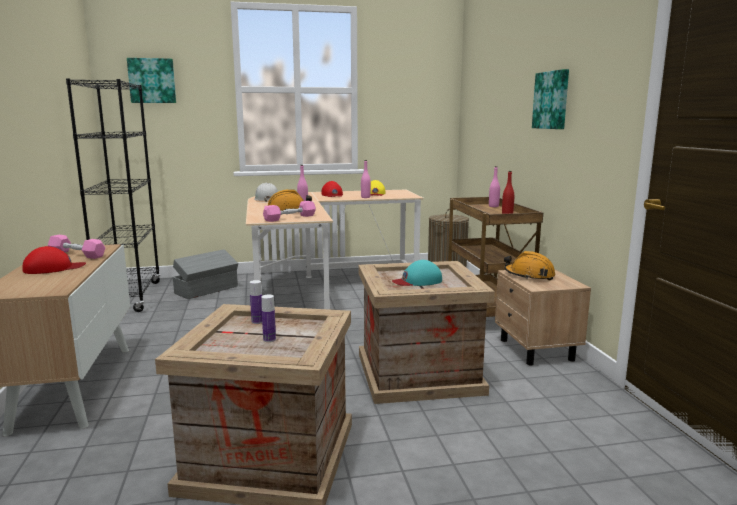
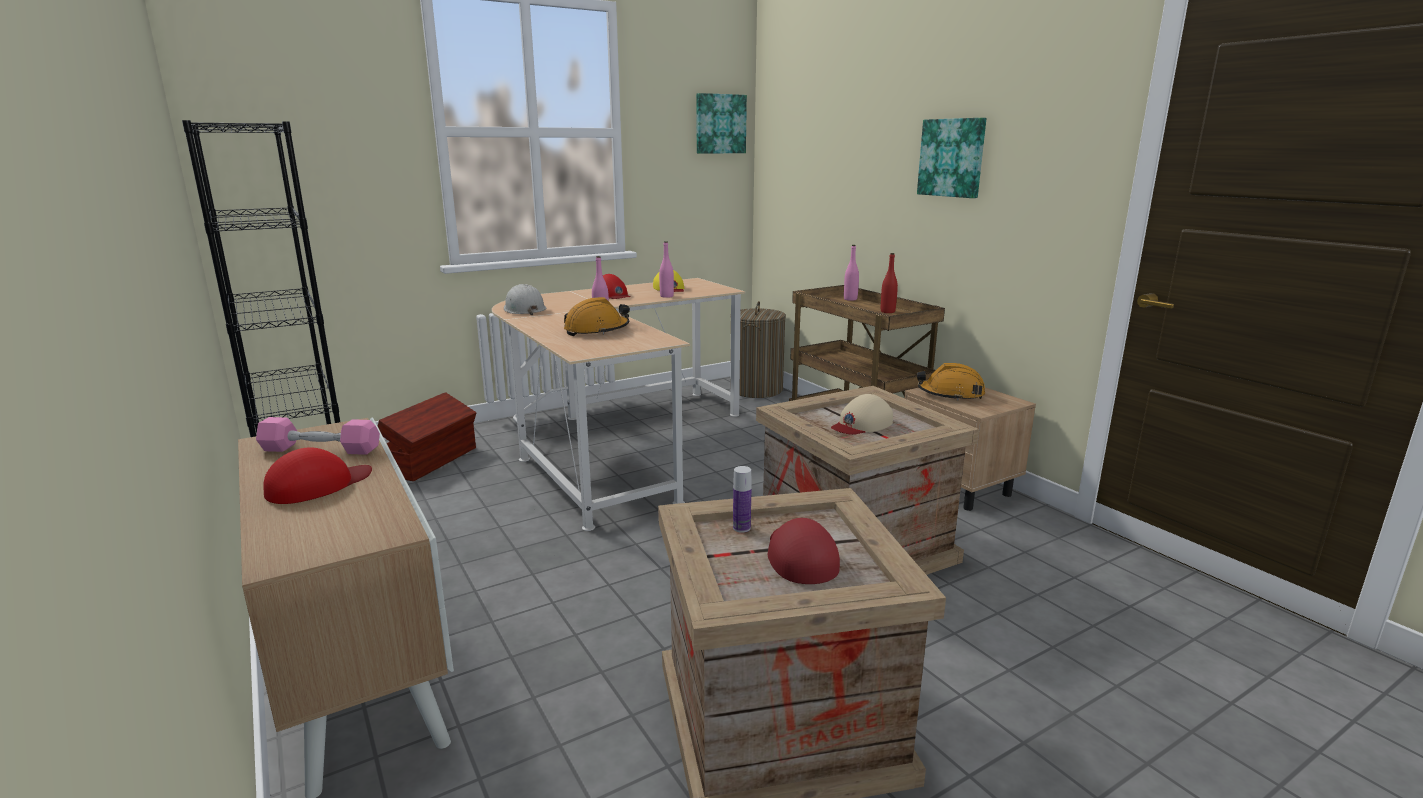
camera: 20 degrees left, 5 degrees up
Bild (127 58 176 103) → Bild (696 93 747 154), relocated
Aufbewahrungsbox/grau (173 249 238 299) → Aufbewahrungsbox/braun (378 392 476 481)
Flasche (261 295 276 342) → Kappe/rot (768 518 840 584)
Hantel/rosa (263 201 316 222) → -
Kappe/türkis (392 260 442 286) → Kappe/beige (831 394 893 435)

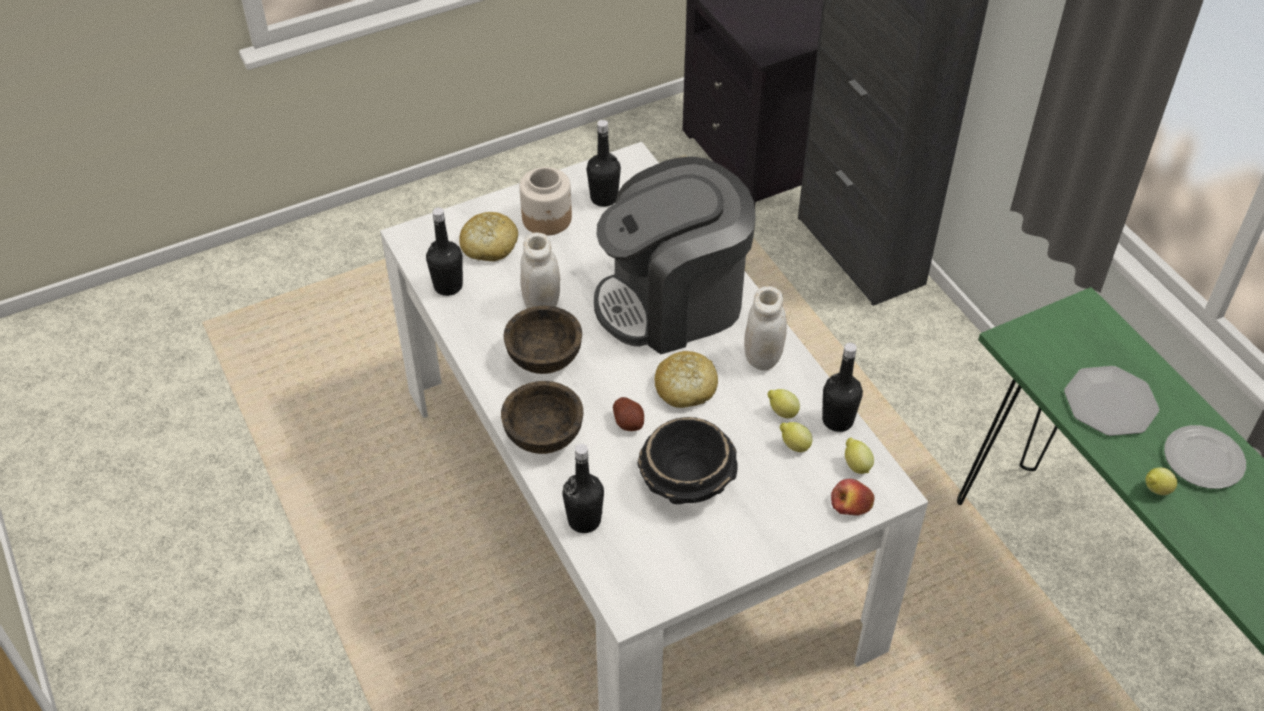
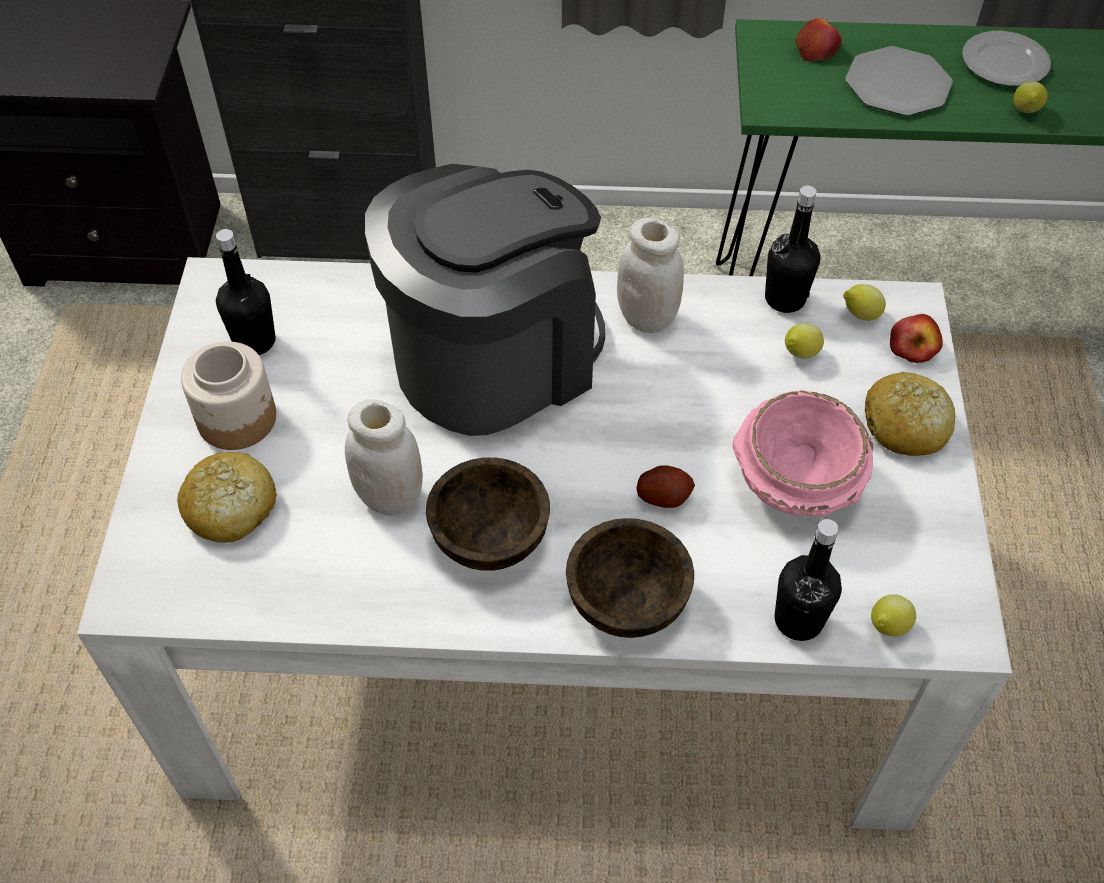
camera: 60 degrees left, 5 degrees up
Flasche/schwarz (426 207 463 296) → -
Kaffeemaschine (594 156 756 354) → Kaffeemaschine (365 164 605 436), 135 degrees counterclockwise
Schüssel/schwarz (638 417 738 504) → Schüssel/rosa (732 390 873 517)
Brot (655 351 718 408) → Brot (865 372 955 456), relocated
Zitrone (767 389 800 418) → Zitrone (871 595 916 636), relocated
- → Apfel (795 18 842 62)

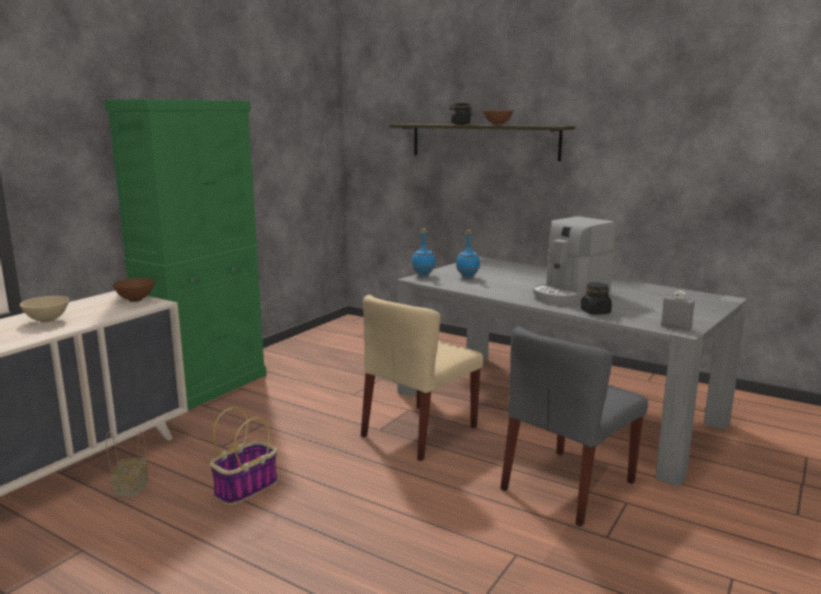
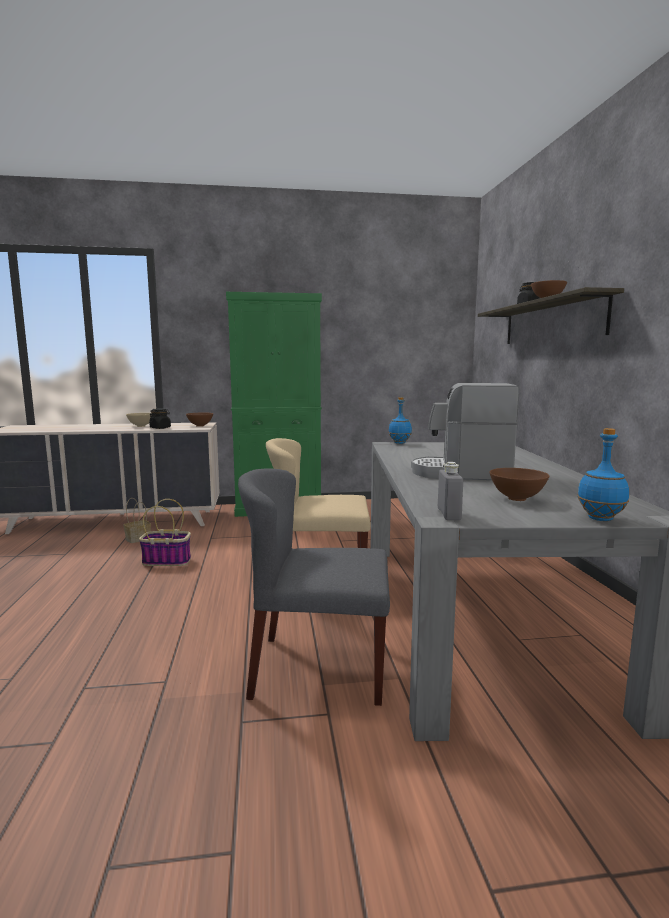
camera: 50 degrees right, 5 degrees down
Flasche/blau (456 230 480 278) → Flasche/blau (577 428 629 521), relocated
Vorratsglas/schwarz (581 282 612 315) → Vorratsglas/schwarz (149 408 171 429), relocated
- → Schüssel/braun (490 468 549 501)

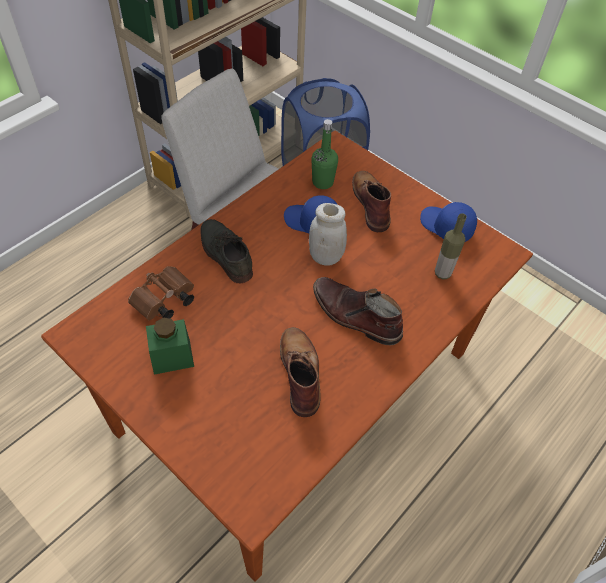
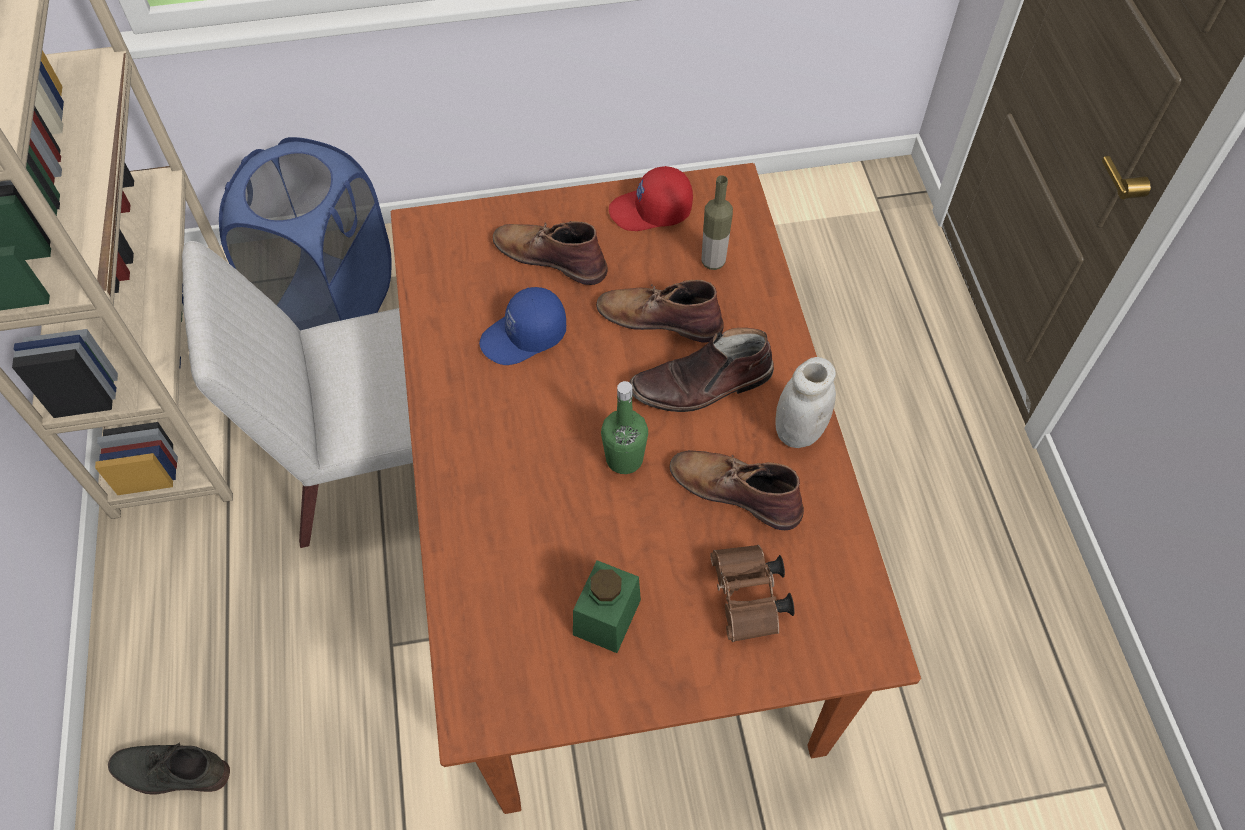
camera: 50 degrees left, 5 degrees up
Fernglas/braun (128 266 194 320) → Fernglas/braun (710 545 794 642), relocated
Schuh/grau (200 219 253 283) → Schuh/grau (108 742 230 795), relocated
Vorratsglas/weiß (309 203 347 266) → Vorratsglas/weiß (775 357 836 448), relocated
Flasche/grün (311 119 338 189) → Flasche/grün (601 381 648 474), relocated
Kappe/blau (420 202 477 242) → Kappe/rot (609 166 693 231)
- → Stiefel/braun (596 280 724 343)

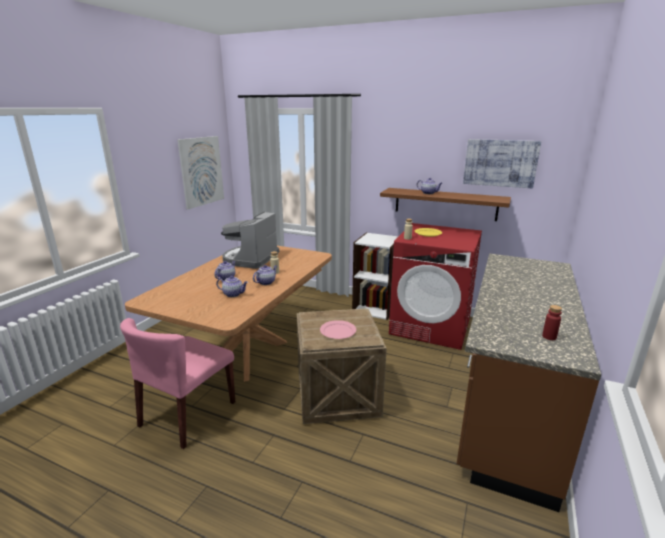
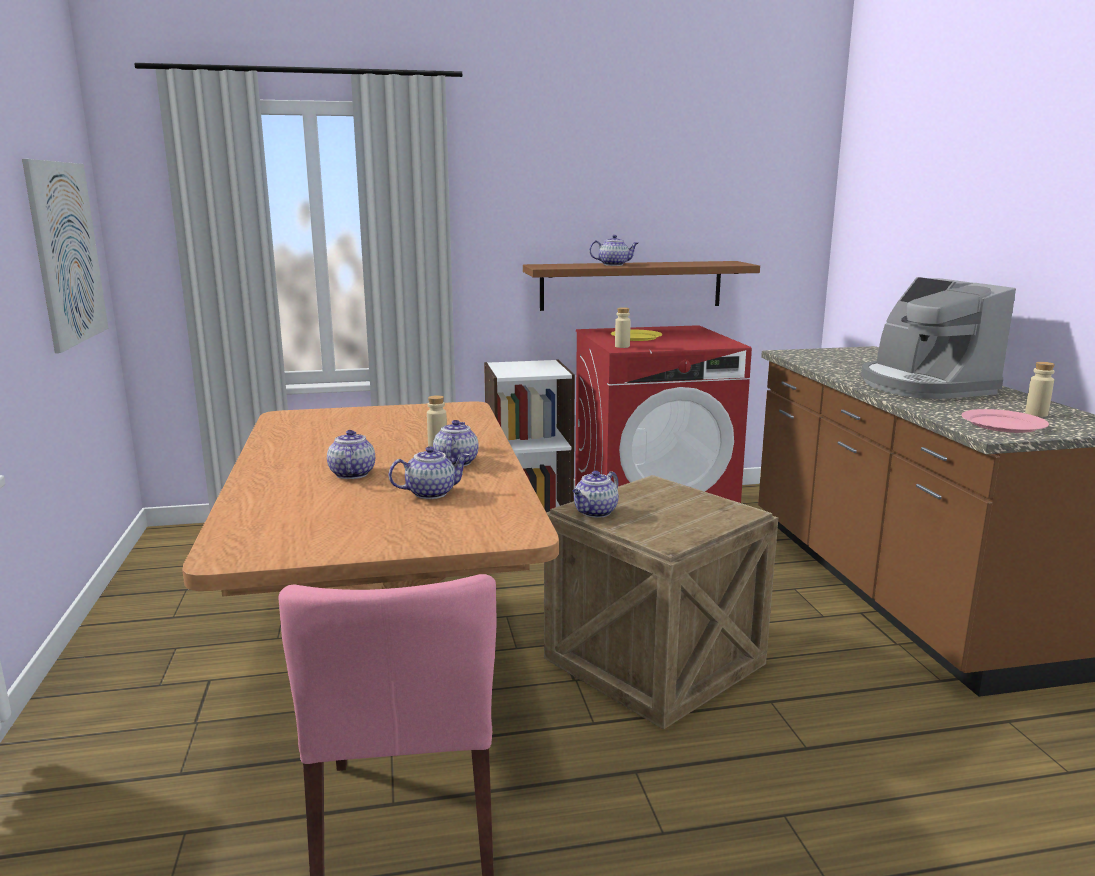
camera: 35 degrees left, 5 degrees down
Kaffeemaschine (221 212 279 269) → Kaffeemaschine (861 277 1016 399), relocated
Teller/rosa (320 320 356 339) → Teller/rosa (962 409 1049 433), relocated
Bild (463 139 541 189) → -
Flasche/rot (542 305 562 340) → Flasche/beige (1025 362 1055 417)
- → Teekanne (573 471 619 518)

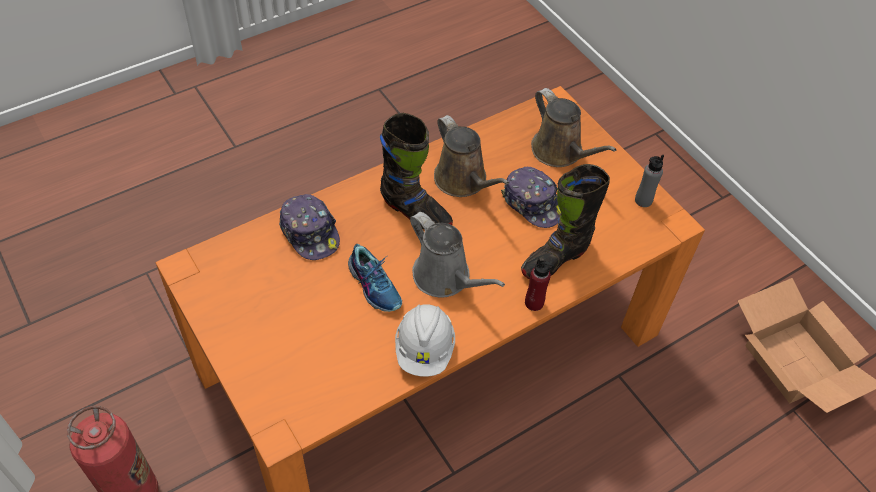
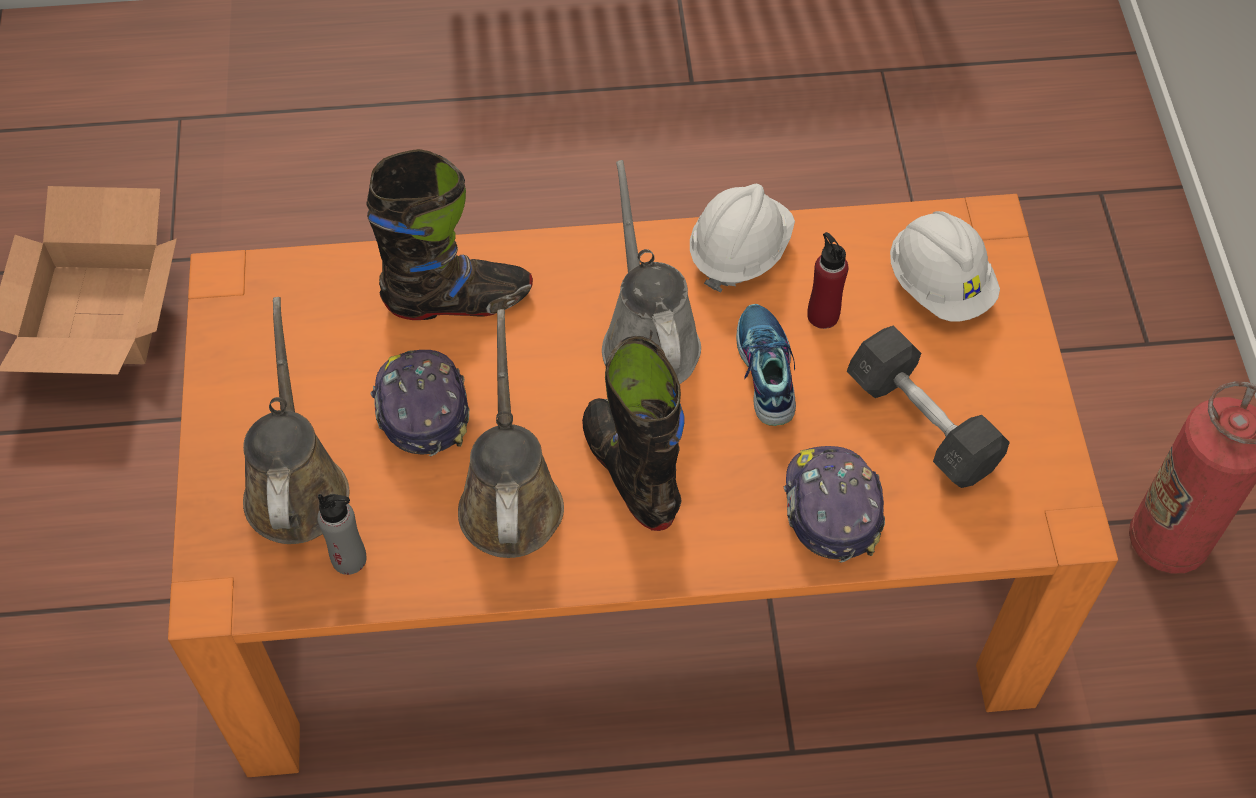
camera: 150 degrees left, 5 degrees up
Flasche/rot (525 258 554 311) → Flasche/rot (807 232 848 329), relocated
Flasche/grau (635 155 664 207) → Flasche/grau (317 494 367 575), relocated
- → Hantel/grau (847 325 1010 488)
- → Schutzhelm/weiß (890 211 1000 322)

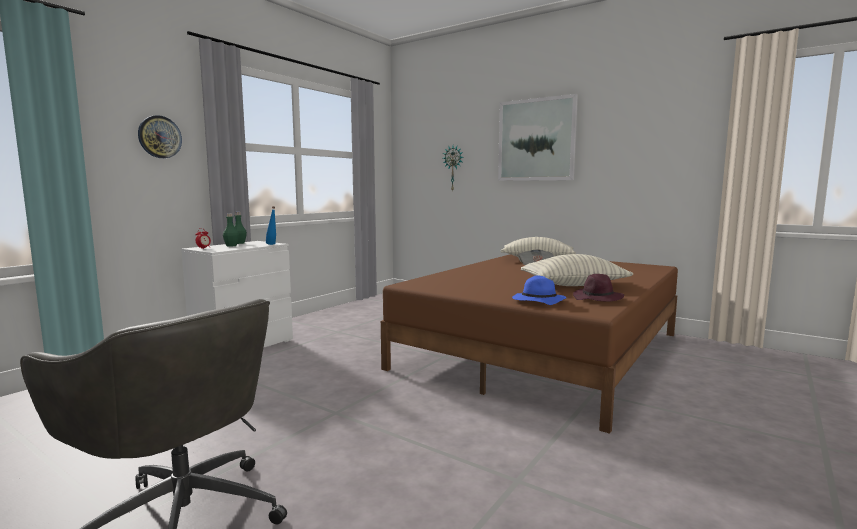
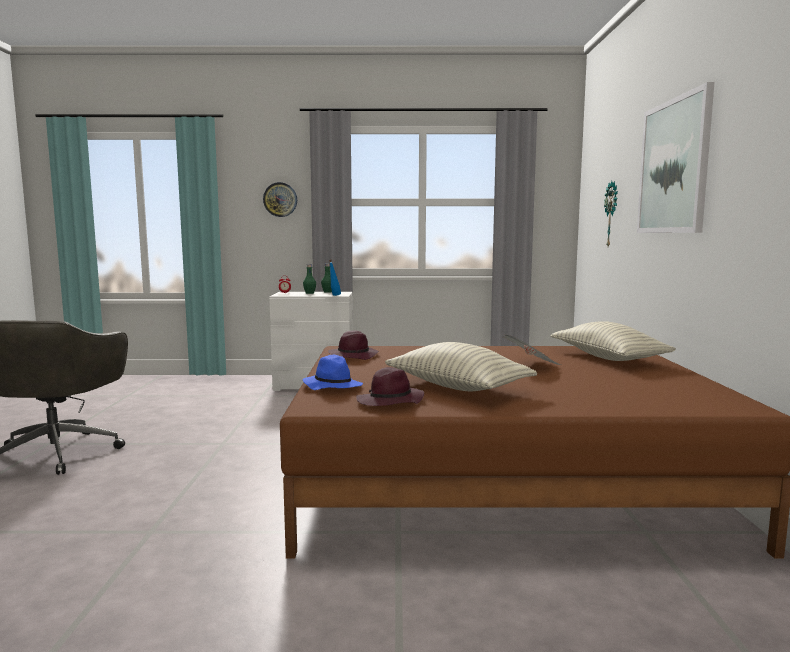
camera: 55 degrees right, 0 degrees up
- → Hut/lila (328 330 379 360)

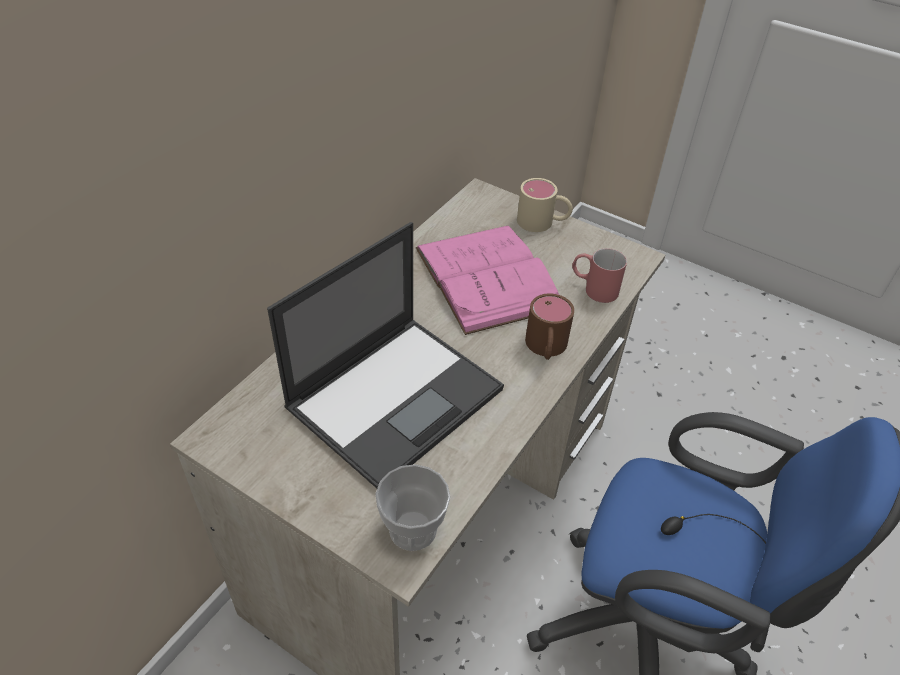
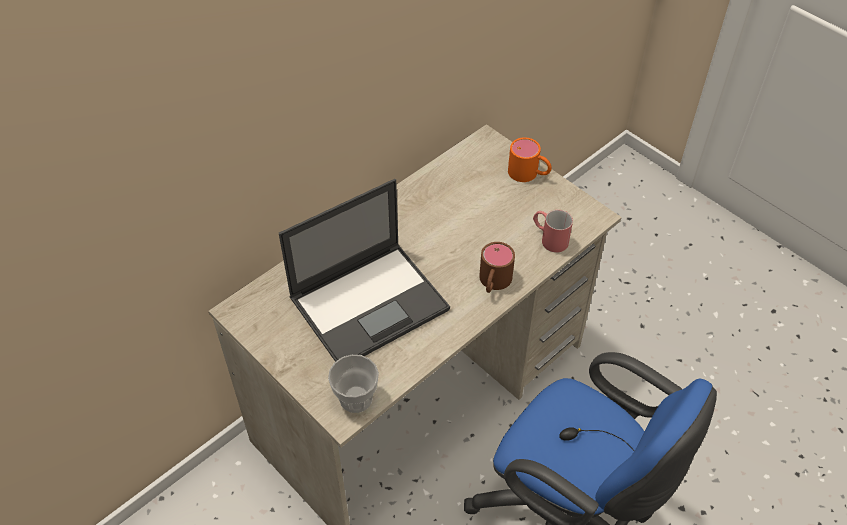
camera: 15 degrees right, 5 degrees up
Buch/rosa (416 226 559 335) → -
Henkelbecher/beige (517 178 573 232) → Henkelbecher/orange (508 137 552 182)

